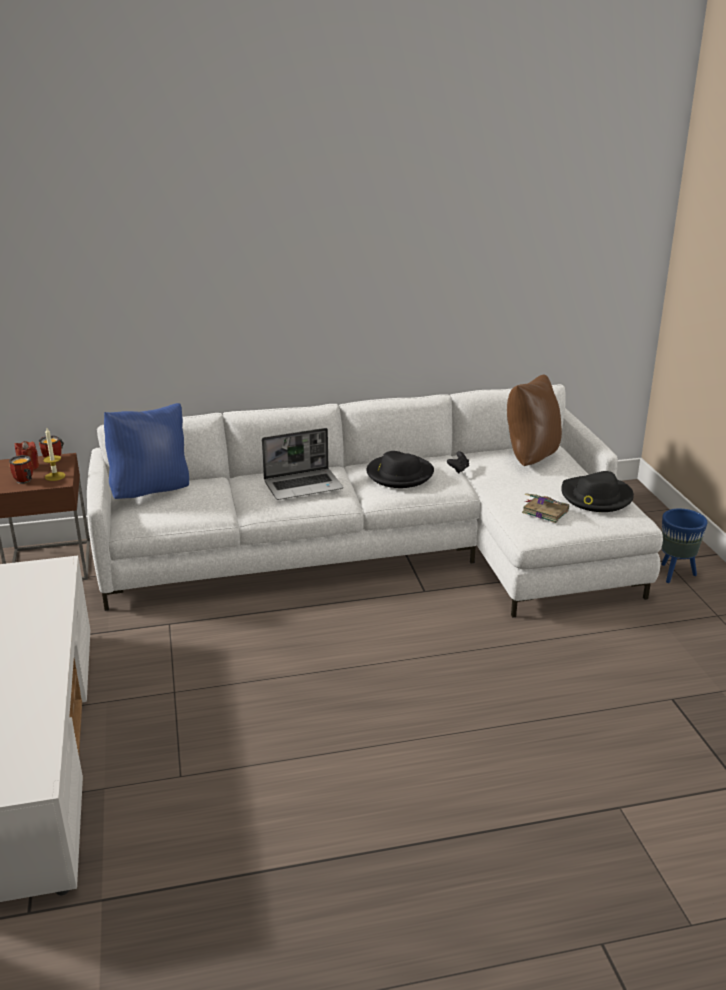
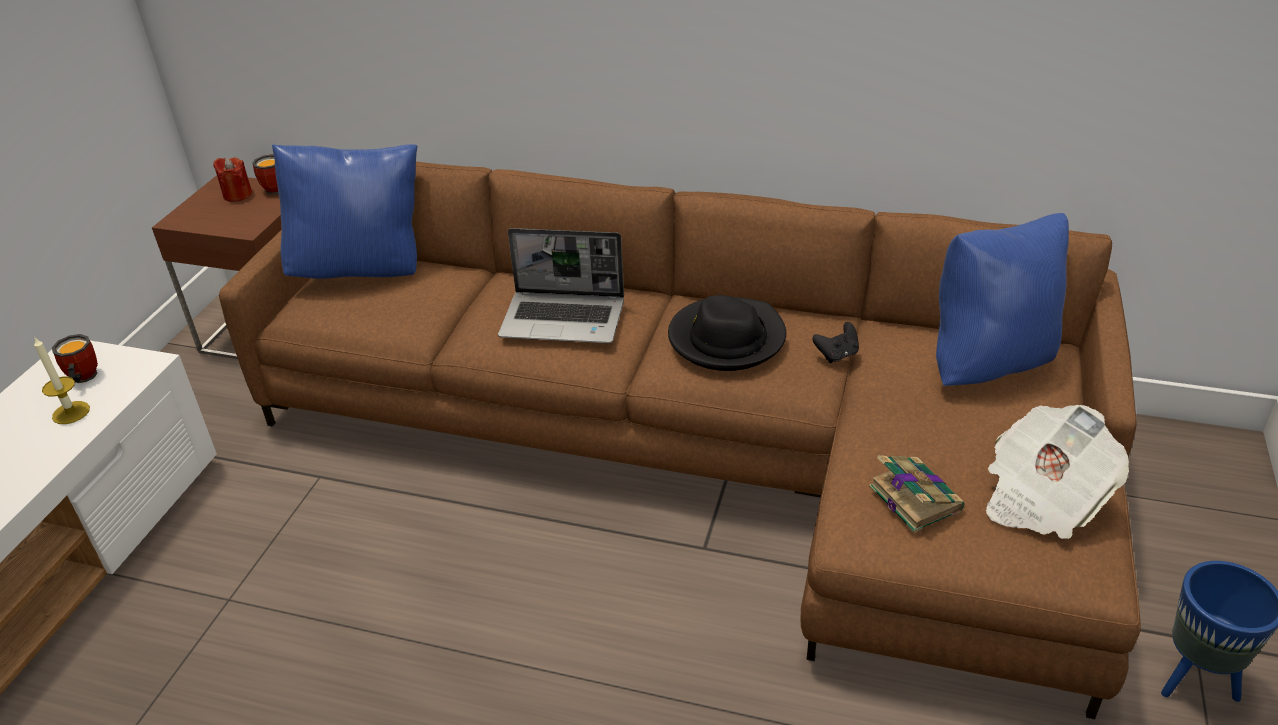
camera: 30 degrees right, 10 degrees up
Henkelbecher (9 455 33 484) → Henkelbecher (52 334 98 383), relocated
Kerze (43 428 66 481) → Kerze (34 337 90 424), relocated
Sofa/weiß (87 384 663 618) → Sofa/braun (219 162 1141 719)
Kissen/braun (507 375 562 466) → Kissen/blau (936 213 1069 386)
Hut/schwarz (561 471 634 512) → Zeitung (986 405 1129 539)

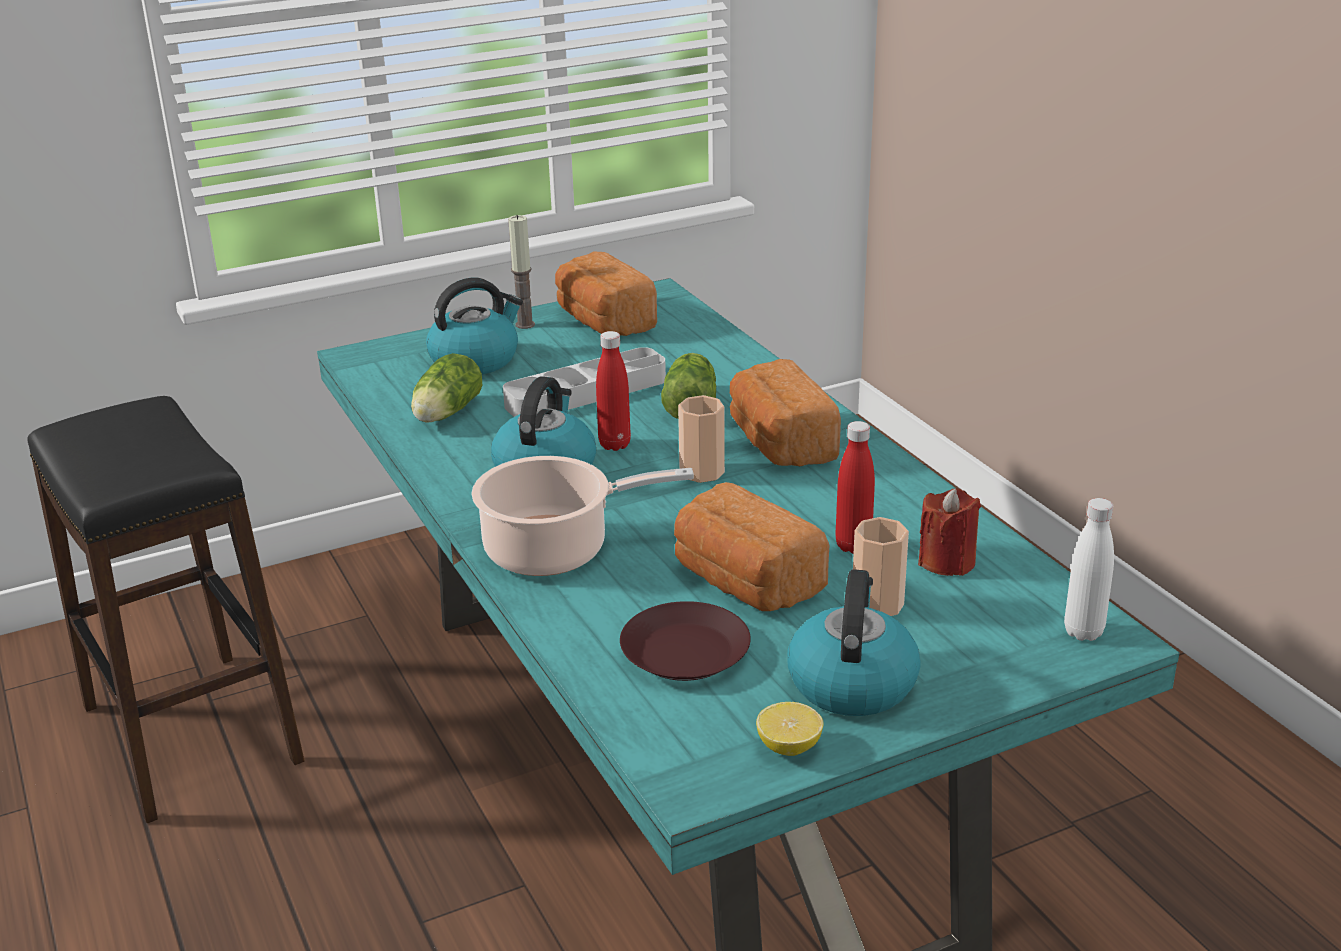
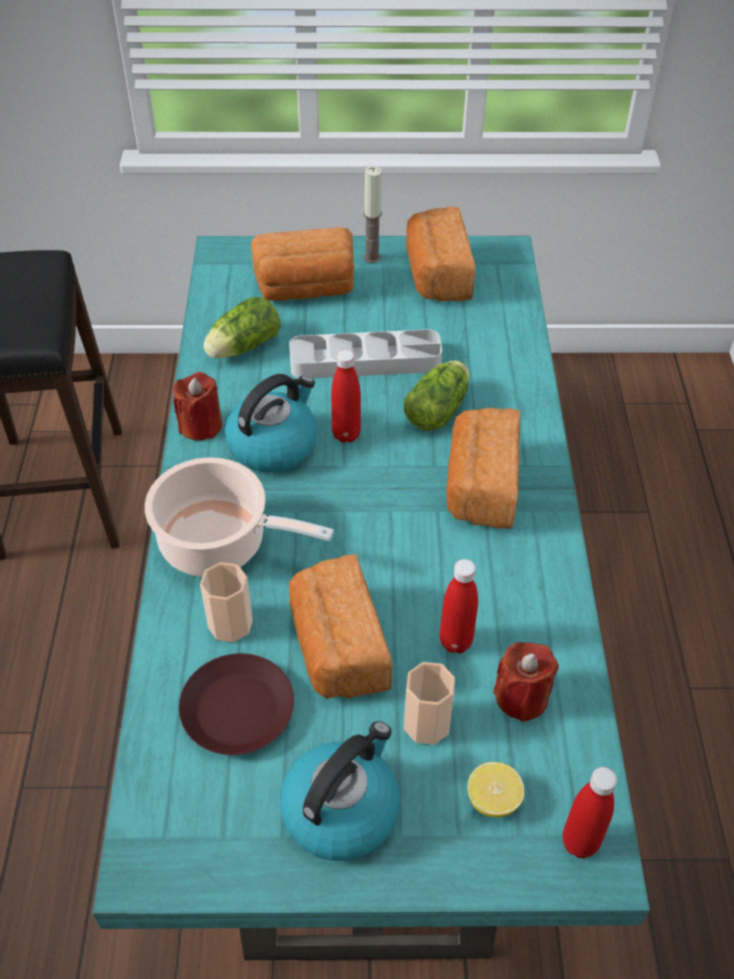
camera: 25 degrees right, 20 degrees up
Wasserkessel (426 278 523 374) → Brot (251 227 354 301)
Tasse (678 395 725 483) → Tasse (200 562 253 642), relocated
Zitrone (756 702 824 756) → Zitrone (467 762 525 817), relocated
Flasche/weiß (1064 498 1114 641) → Flasche/rot (562 767 617 858)
- → Kerze/rot (173 372 222 440)

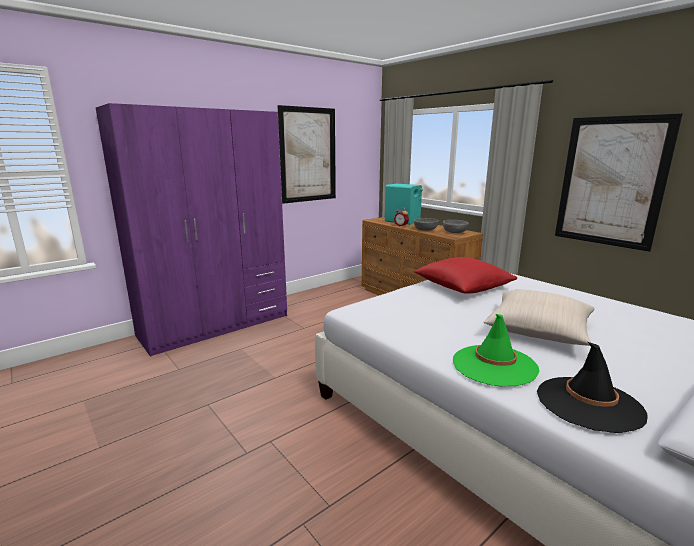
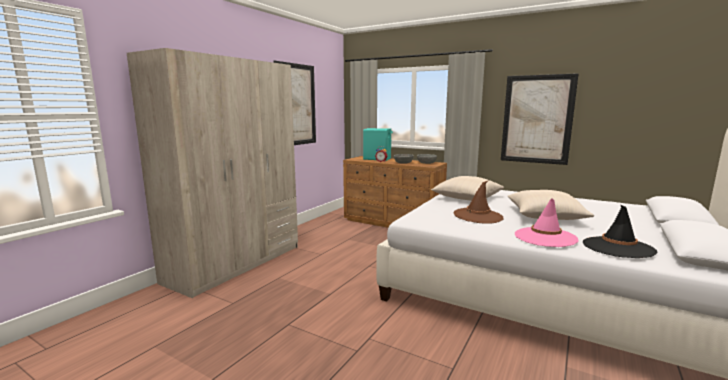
camera: 20 degrees left, 5 degrees down
Kleiderschrank/lila (96 103 287 357) → Kleiderschrank/beige (127 48 298 298)
Kissen/rot (414 257 517 294) → Kissen/beige (431 176 504 201)
Hut/grün (453 314 539 386) → Hut/rosa (515 198 578 247)
- → Hut/braun (454 180 504 224)

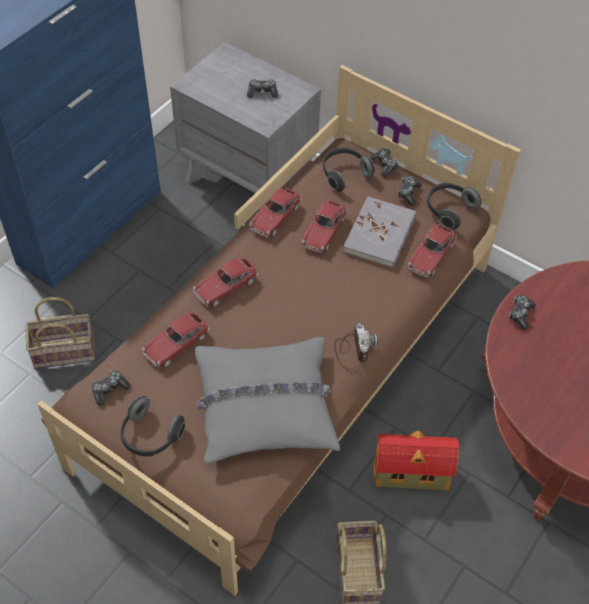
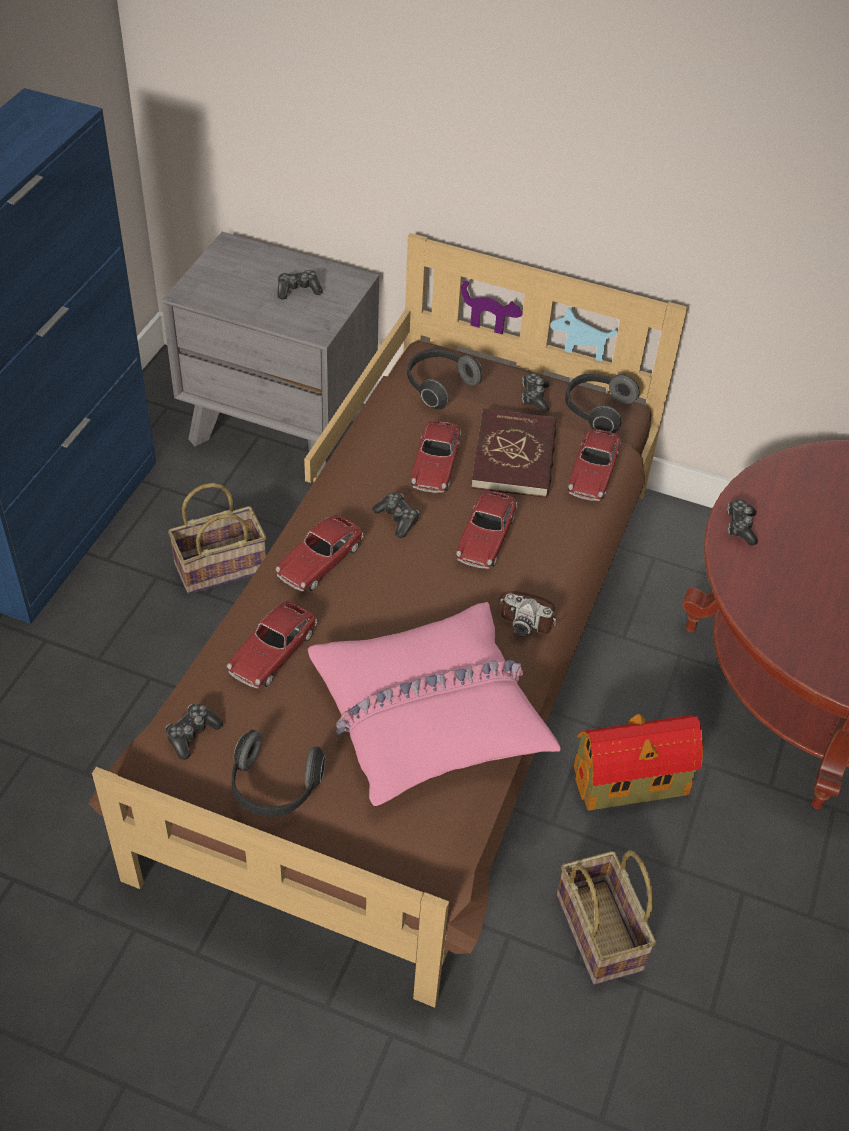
camera: 15 degrees left, 5 degrees down
Korb (26 297 95 369) → Korb (168 483 266 594), relocated
Kissen/grau (195 337 340 463) → Kissen/rosa (307 602 561 806)
Spielzeugauto (249 187 301 237) → Spielzeugauto (456 490 517 569), relocated
Kamera (334 323 378 370) → Kamera (496 591 558 636), 135 degrees clockwise
Buch/grau (343 196 416 268) → Buch/rot (471 408 556 498)
Gamepad (370 148 398 177) → Gamepad (372 492 420 538), relocated

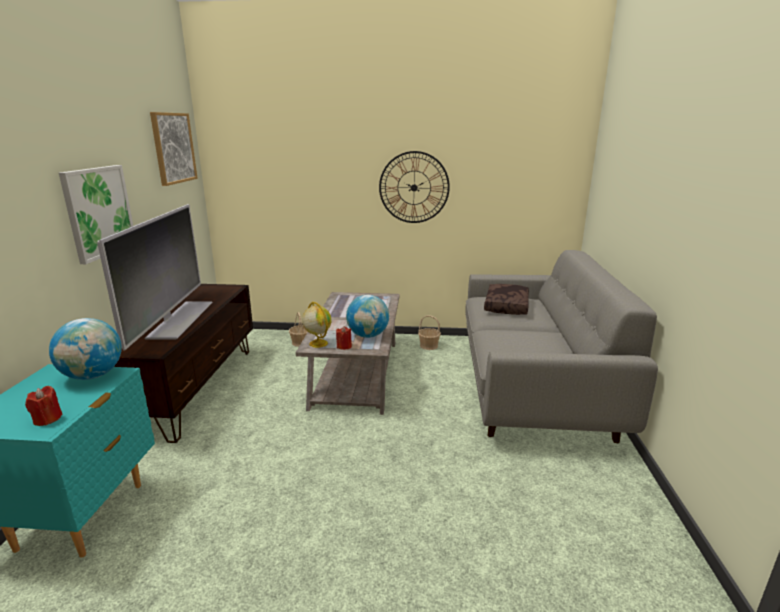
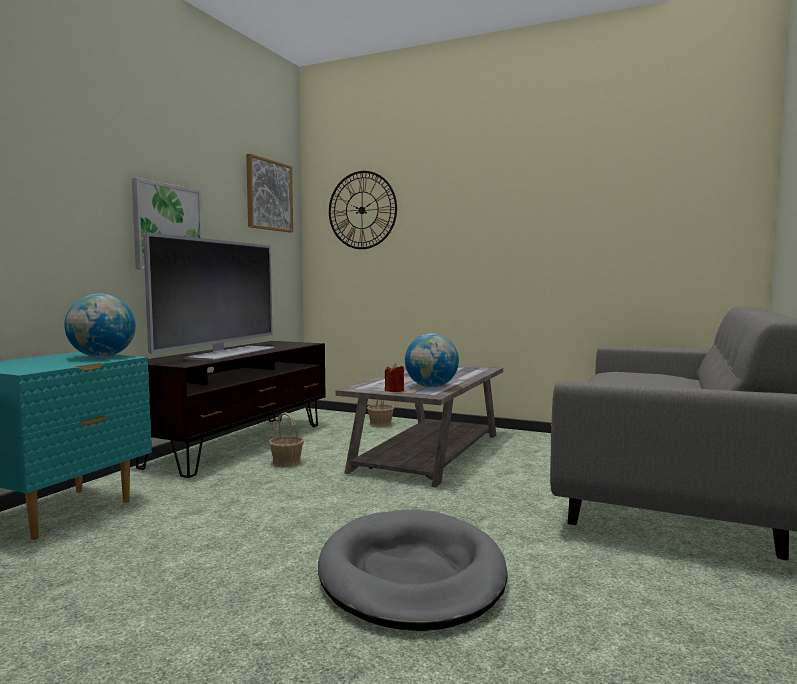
camera: 20 degrees right, 15 degrees down
Kerze/rot (25 386 63 426) → -
Globus (302 302 331 348) → -
Wanduhr (379 151 450 223) → Wanduhr (329 171 397 249), relocated
Korb (418 315 441 350) → Korb (269 412 304 467), relocated
Kissen/braun (484 284 529 315) → -
- → Hundebett/grau (318 509 508 631)

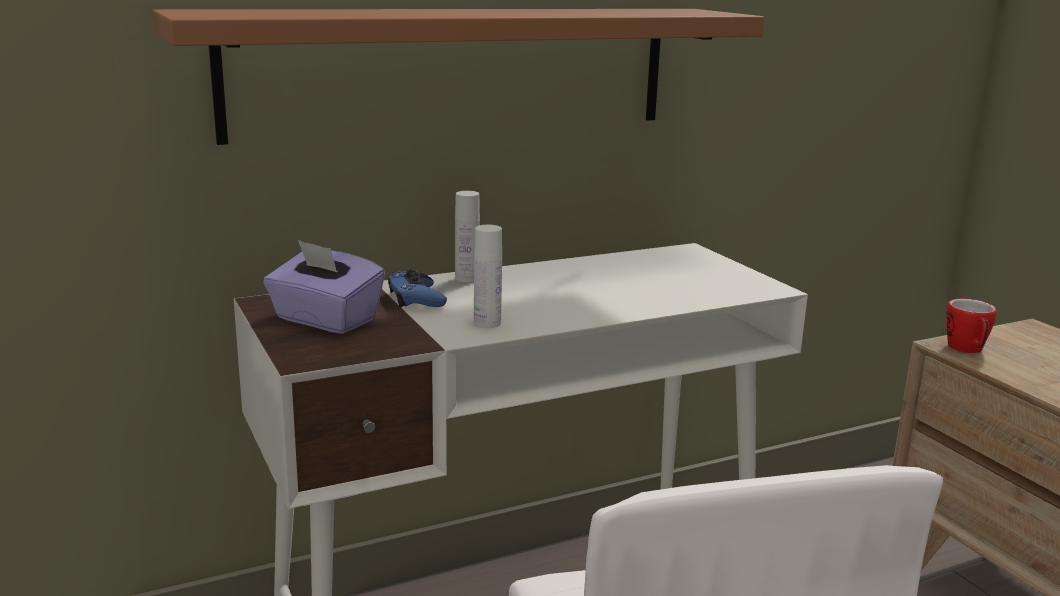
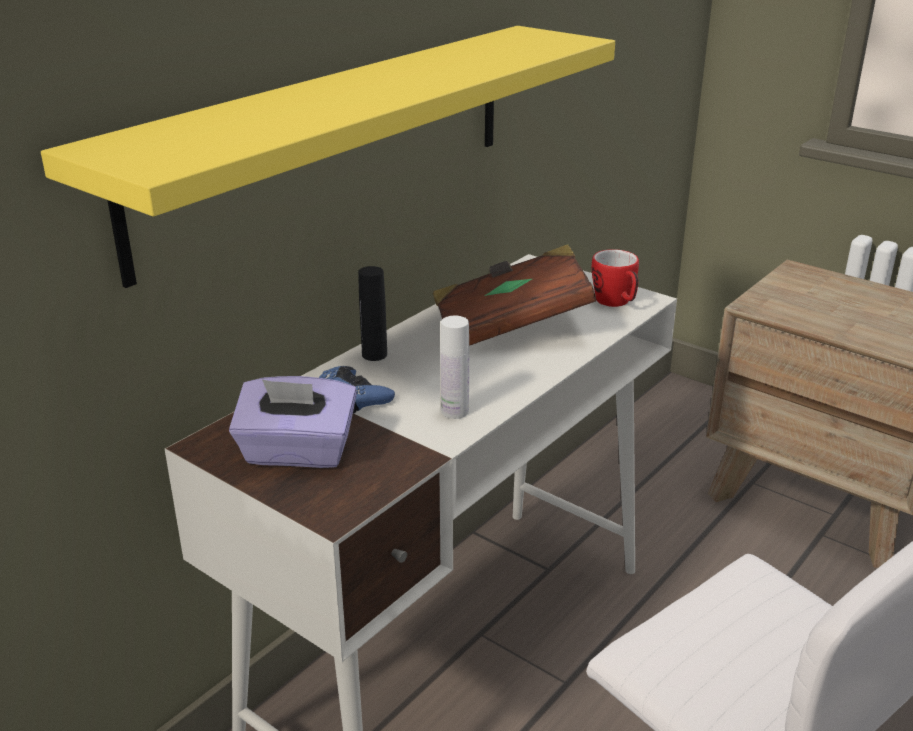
camera: 25 degrees left, 10 degrees up
Wandregal/braun (152 9 765 145) → Wandregal/gelb (41 26 615 288)
Flasche/weiß (455 191 480 282) → Flasche/schwarz (358 266 387 361)
Henkelbecher (946 299 997 353) → Henkelbecher (591 249 639 307), relocated
- → Buch/braun (433 244 596 346)

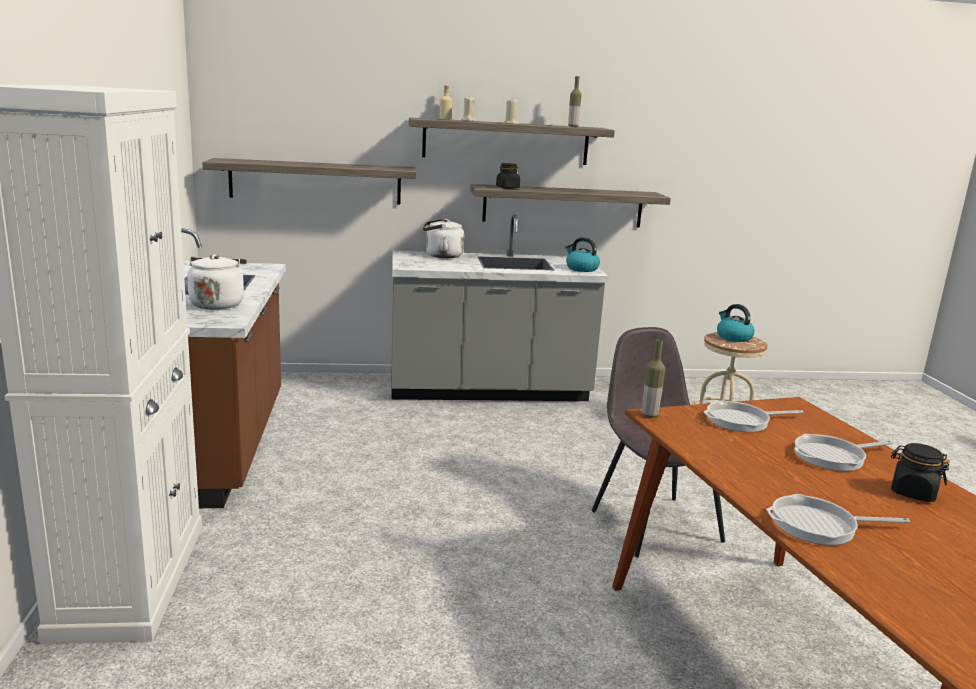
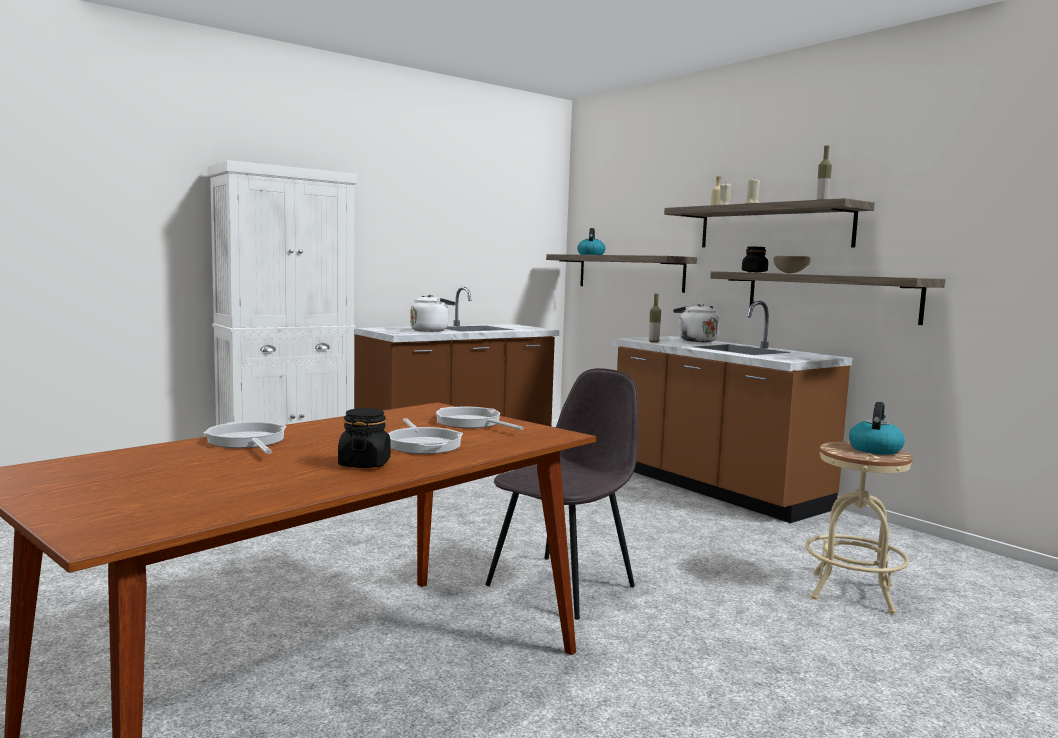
camera: 60 degrees right, 10 degrees down
Küchenzeile/grau (391 215 609 401) → Küchenzeile/braun (613 301 852 523)
Wasserkessel (565 237 600 272) → Wasserkessel (577 228 605 255), relocated
Flasche (642 339 665 418) → Flasche (649 294 661 343), relocated
Pfanne (794 434 893 471) → Pfanne (388 418 463 454), 150 degrees counterclockwise
- → Schüssel/beige (773 256 811 273)

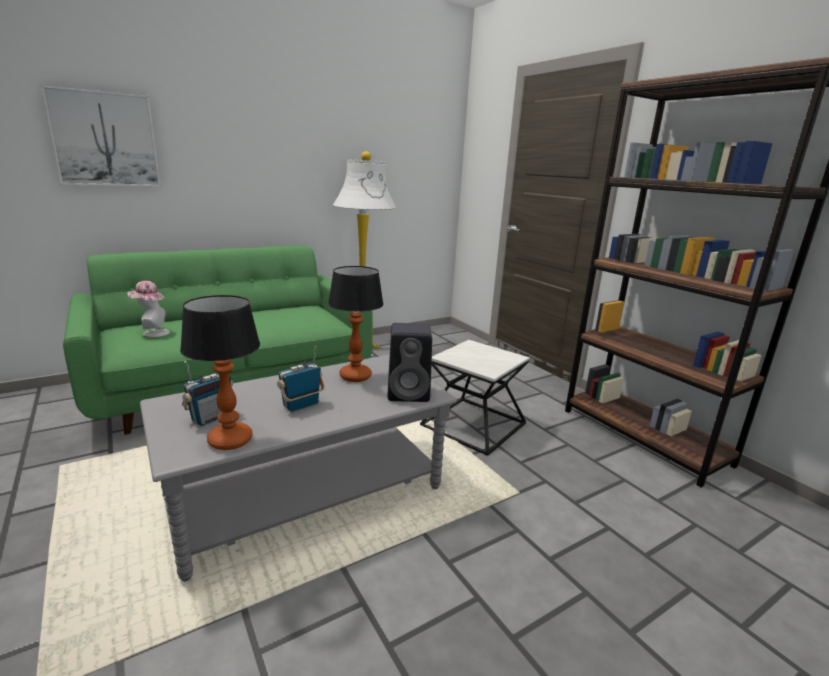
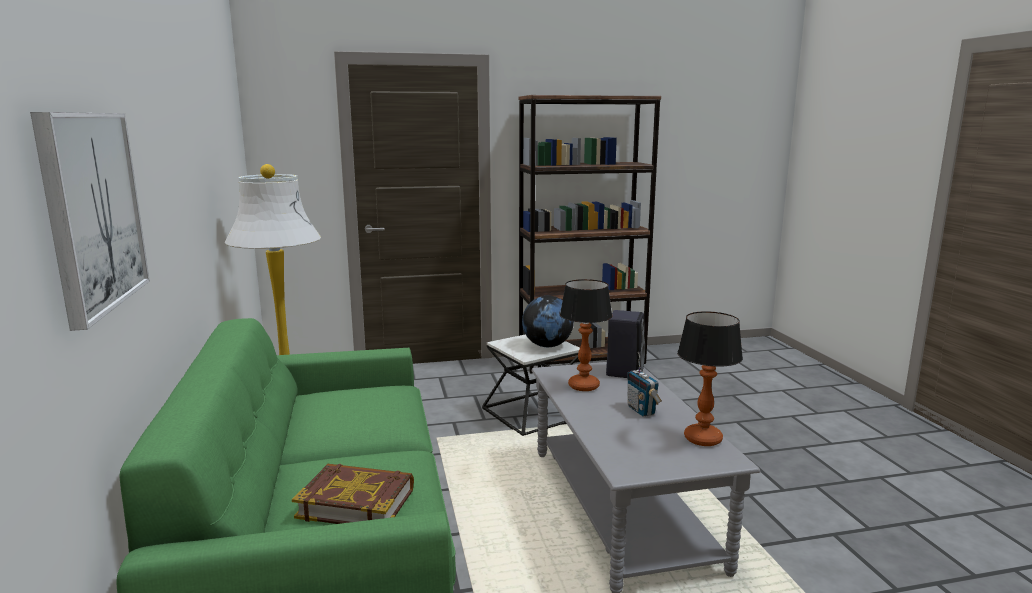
camera: 70 degrees left, 5 degrees down
Hut (127 281 170 337) → Buch (292 464 414 524)
Radio (182 361 233 426) → -
- → Globus (522 296 574 347)

